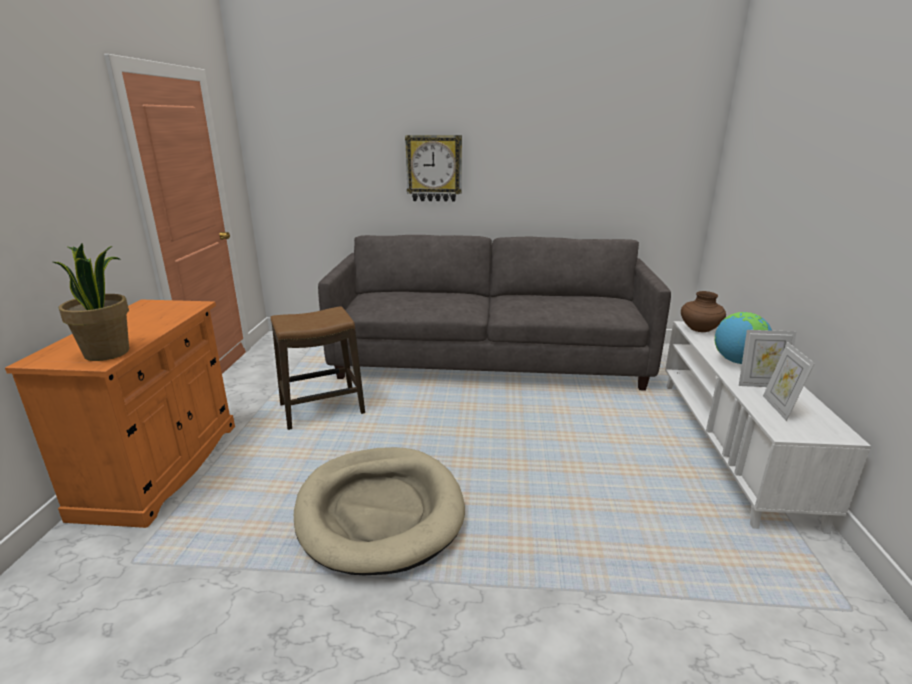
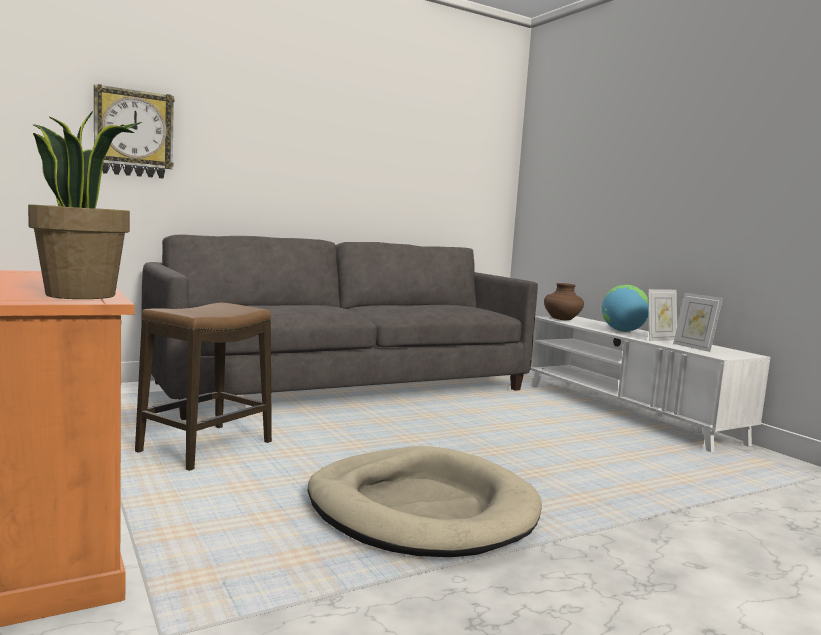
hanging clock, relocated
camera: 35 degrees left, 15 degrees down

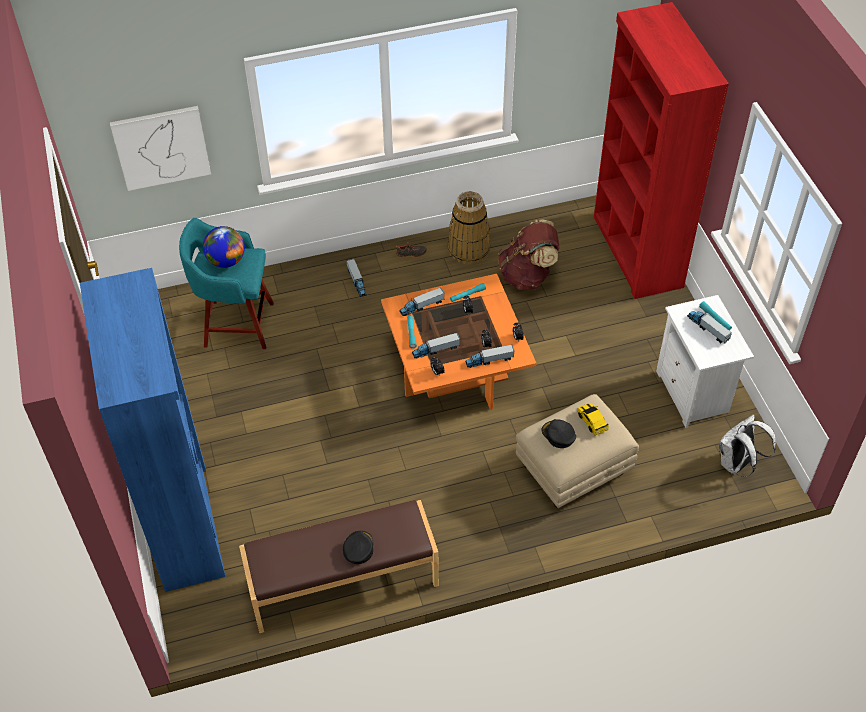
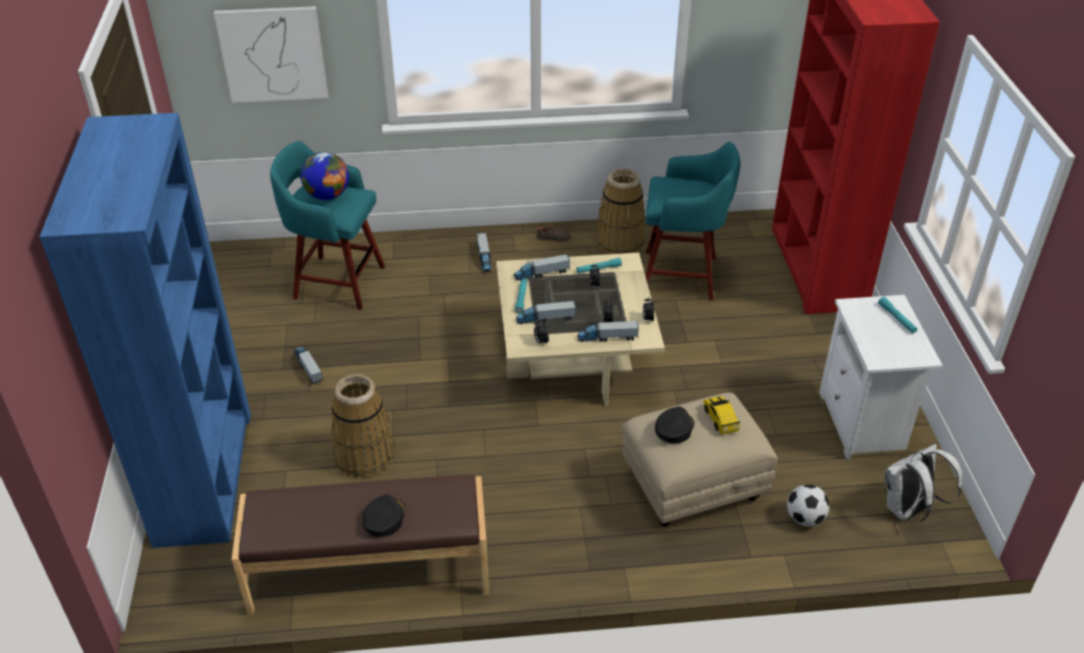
brown-coloured knapsack -> turquoise sitting stool (no. 2 from left)
orange low table -> beige low table
model truck (no. 5 from left in the first image) -> model truck (no. 1 from left), relocated
black-coloured cap (no. 2 from left), 60 degrees clockwise
none -> storage basket (no. 1 from left)
none -> ball for football
camera: 10 degrees right, 10 degrees down

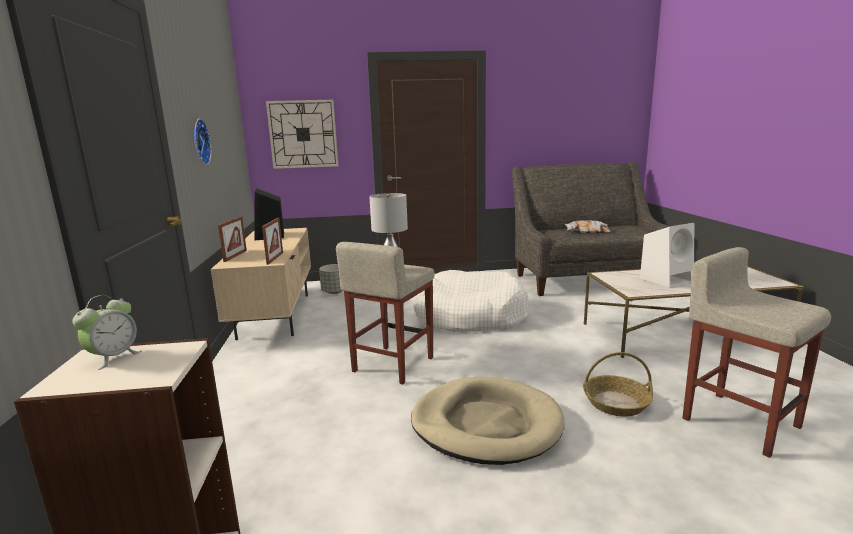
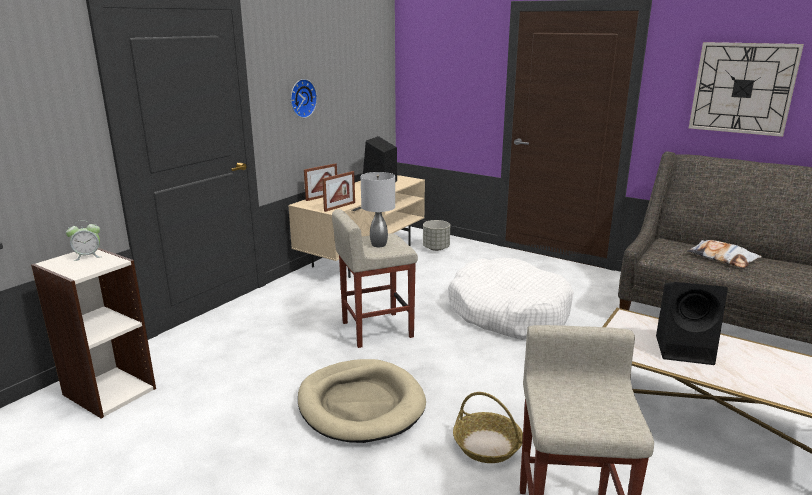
hanging clock (no. 2 from left), relocated
white-coloured audio speaker -> black-coloured audio speaker (no. 2 from left)
camera: 40 degrees right, 5 degrees up

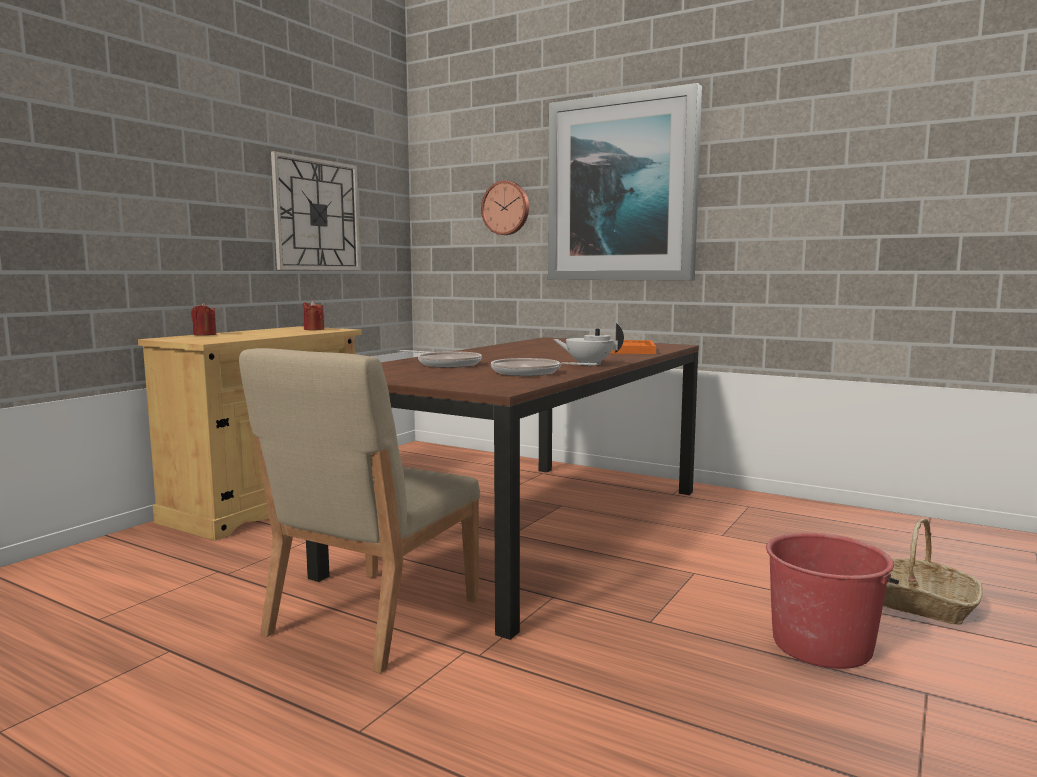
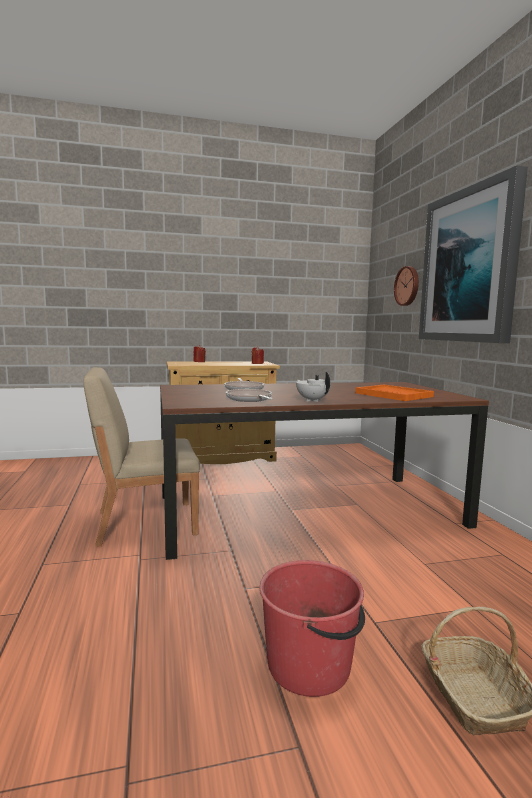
hanging clock (no. 1 from left) -> none
camera: 45 degrees right, 0 degrees up

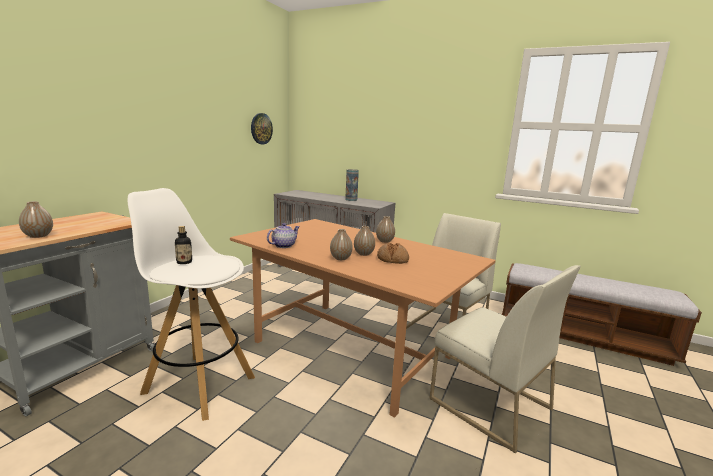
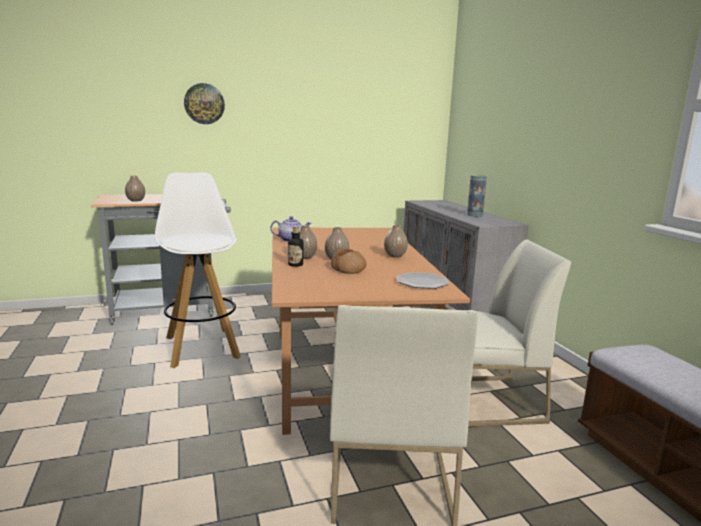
hanging clock, relocated
drink bottle, relocated
none -> plate
camera: 45 degrees right, 0 degrees up

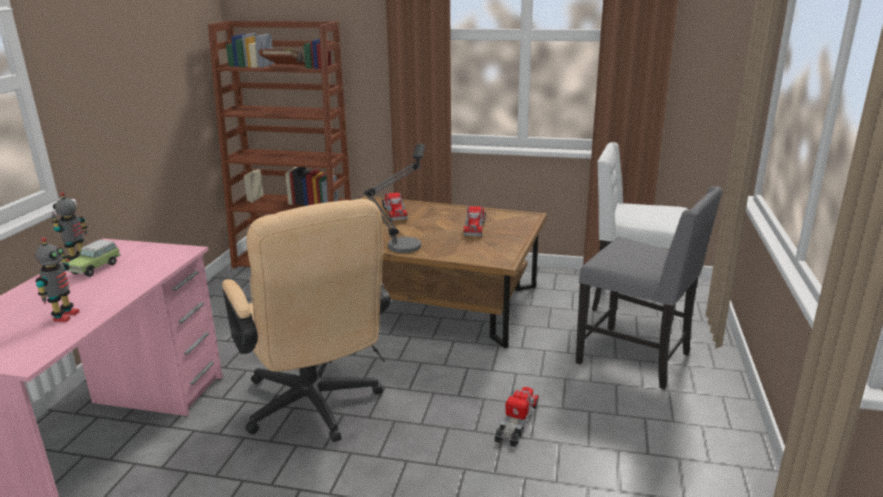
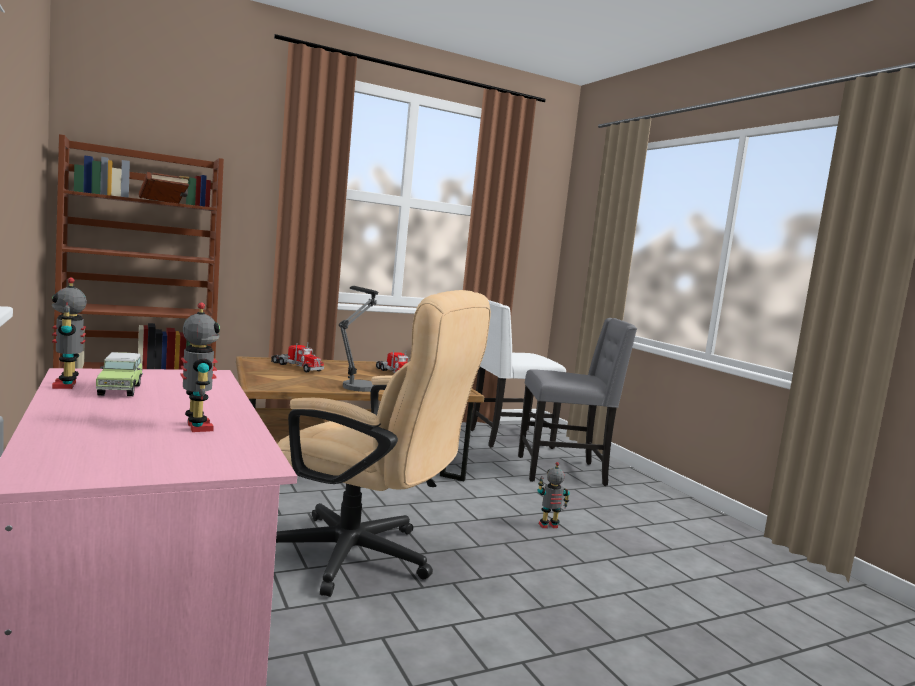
model truck (no. 3 from left) -> toy robot (no. 3 from left)
camera: 40 degrees left, 15 degrees down

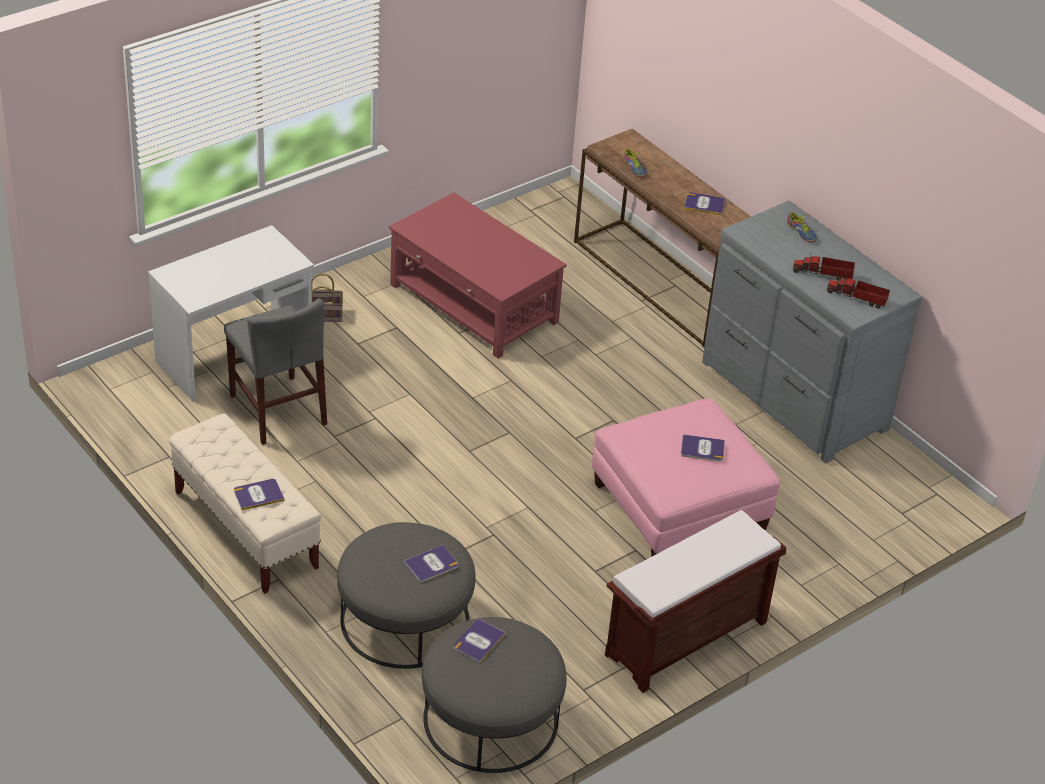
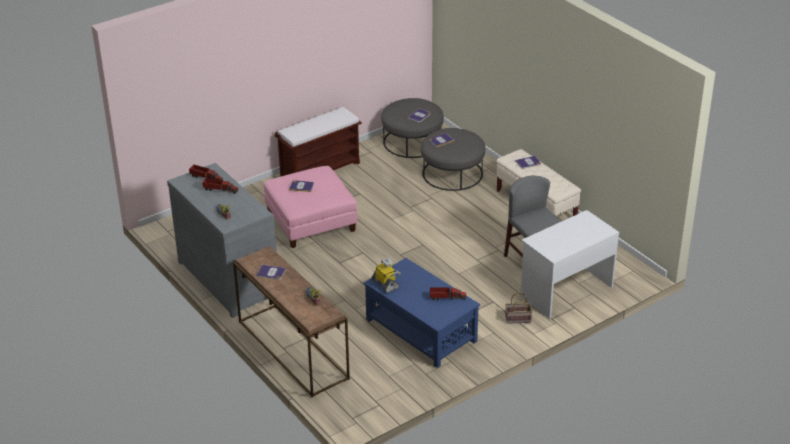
reddish low table -> blue low table
none -> toy robot
none -> model truck (no. 3 from left)
camera: 175 degrees left, 5 degrees down

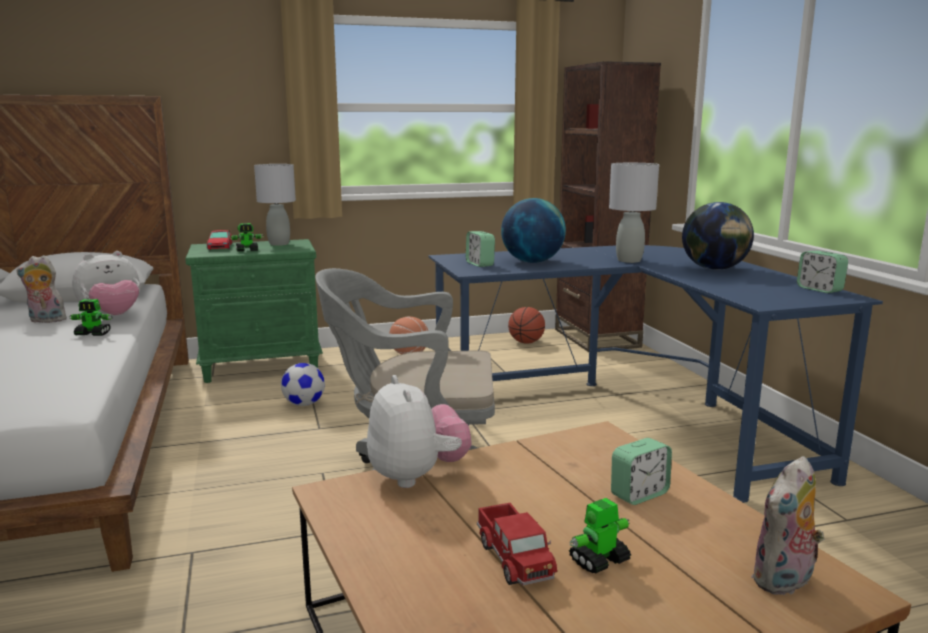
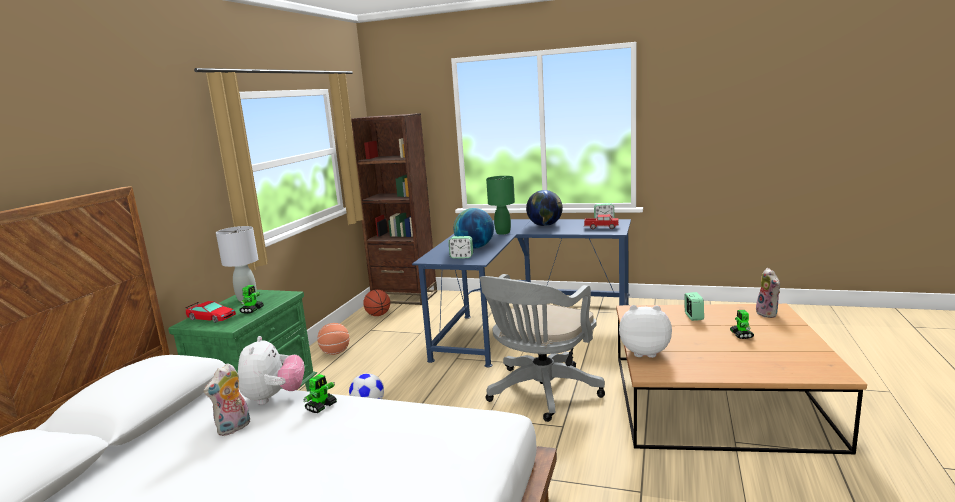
greyish table lamp (no. 2 from left) -> greenish table lamp
model truck, relocated
camera: 55 degrees left, 0 degrees up

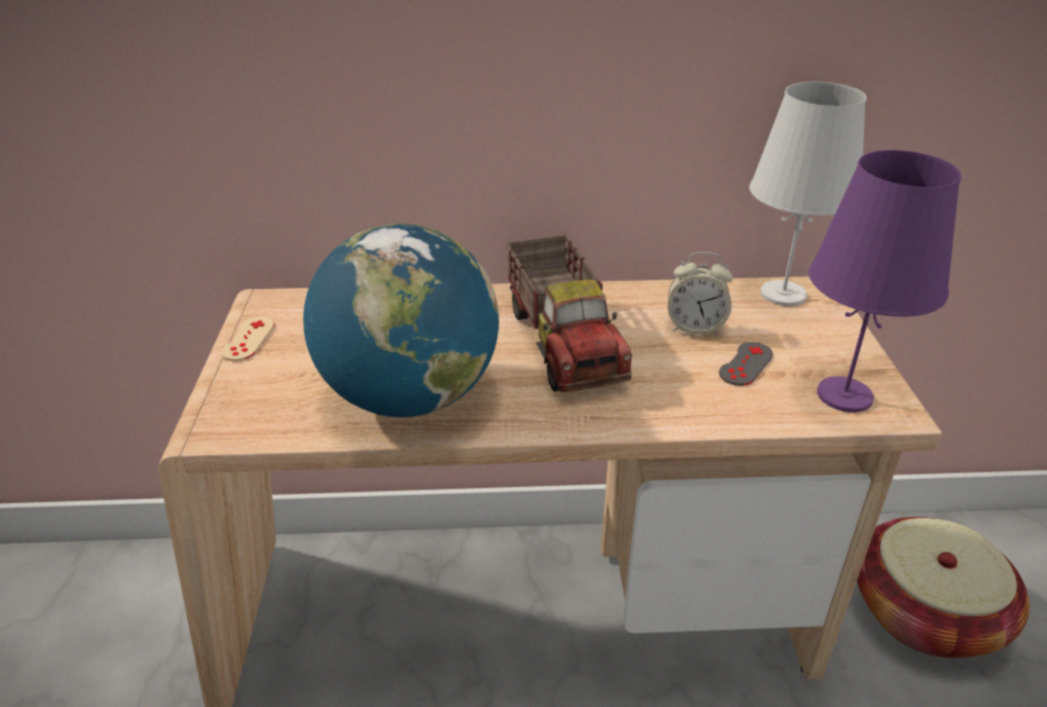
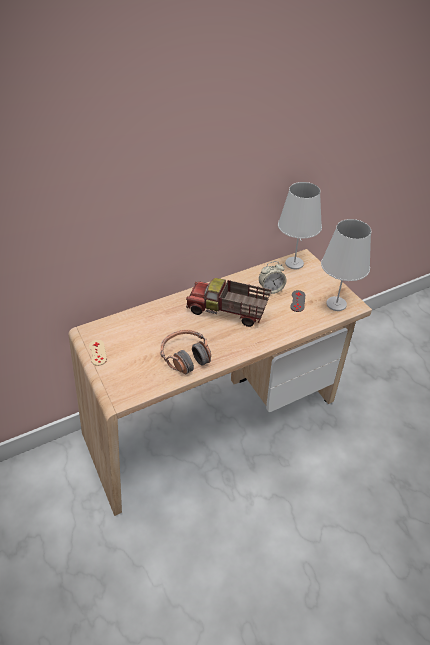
purplish table lamp -> white-coloured table lamp (no. 2 from left)
globe -> pair of headphones
model truck, 150 degrees clockwise
storage basket -> none
camera: 25 degrees left, 10 degrees up

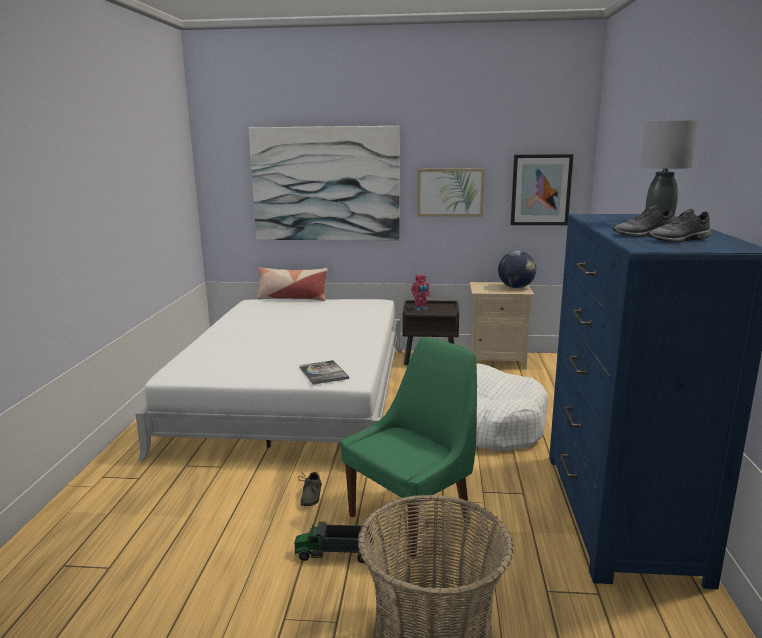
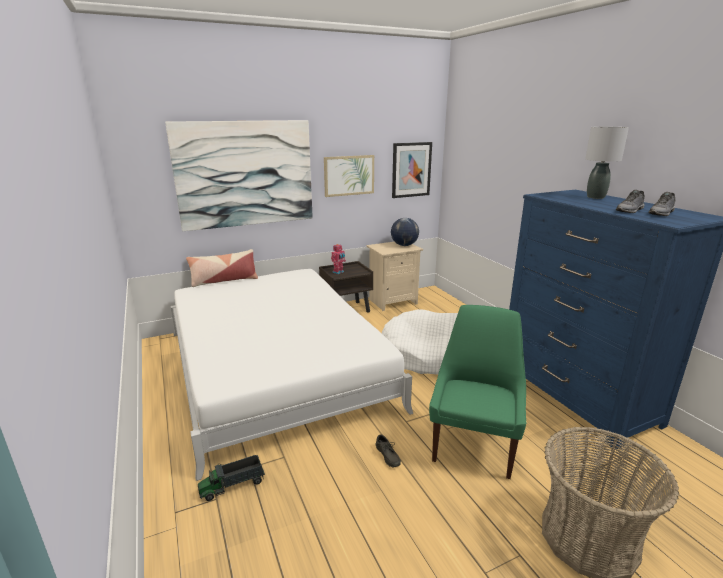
book -> none
model truck, relocated
camera: 30 degrees left, 5 degrees up

